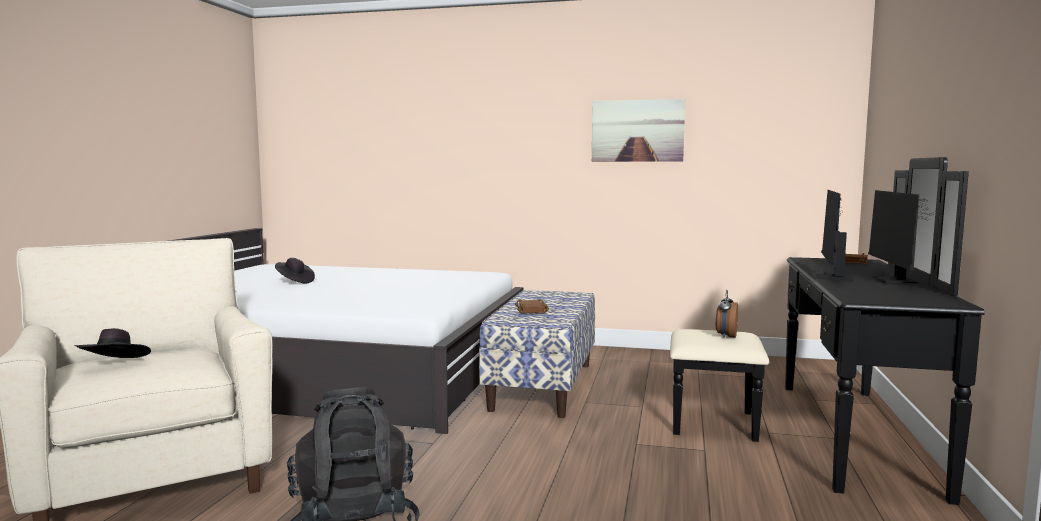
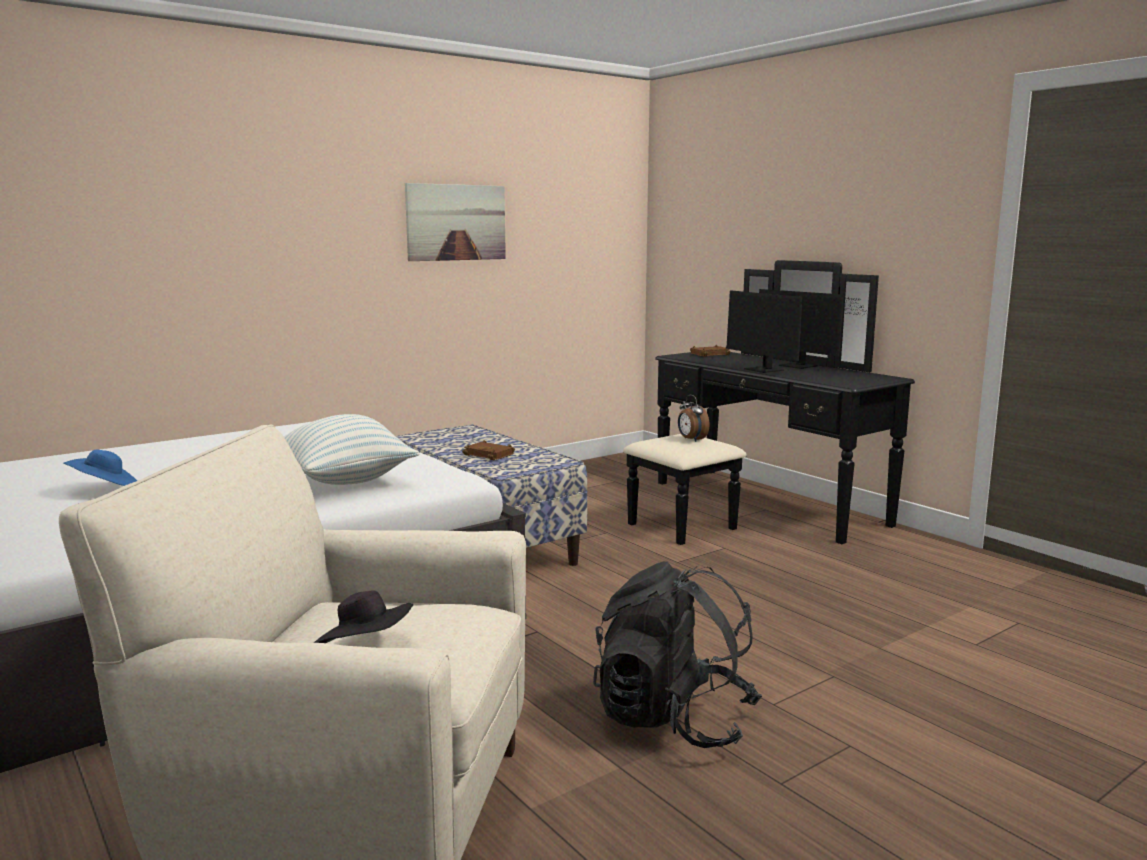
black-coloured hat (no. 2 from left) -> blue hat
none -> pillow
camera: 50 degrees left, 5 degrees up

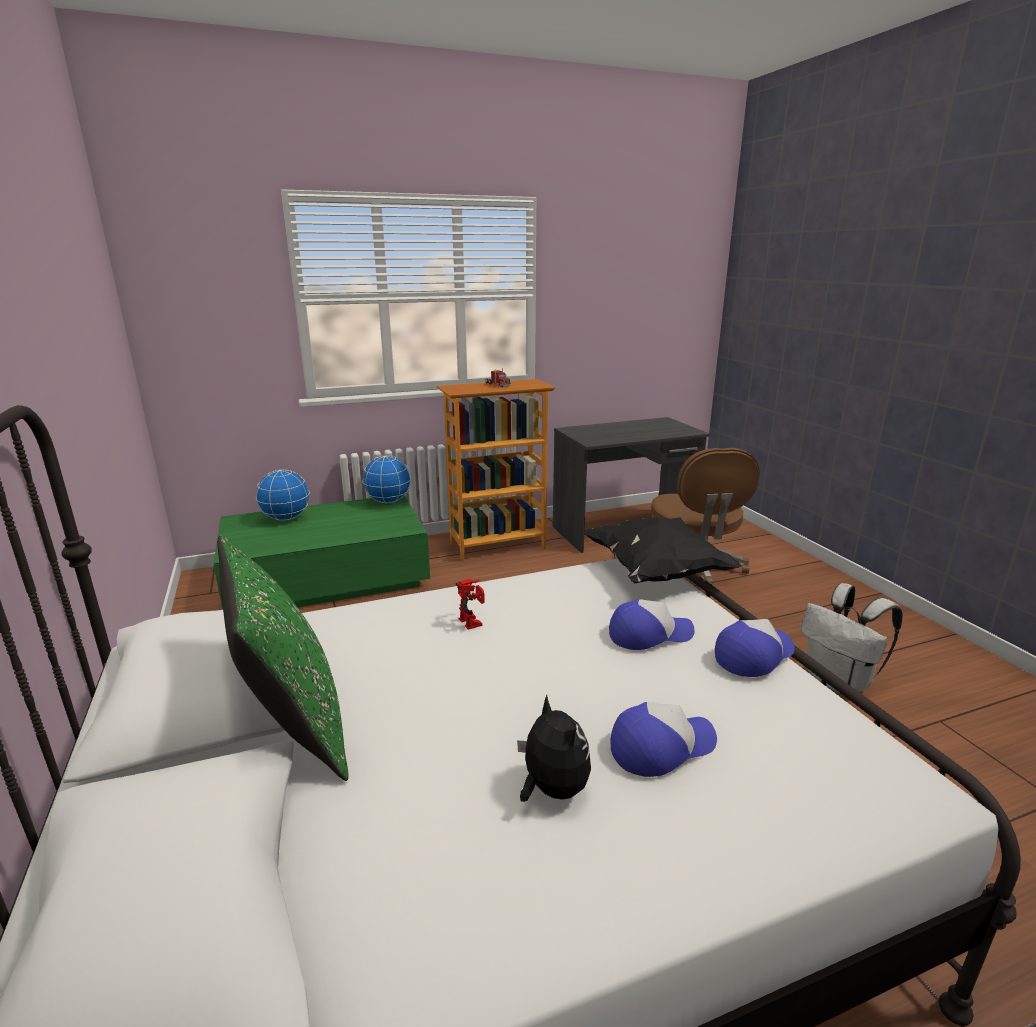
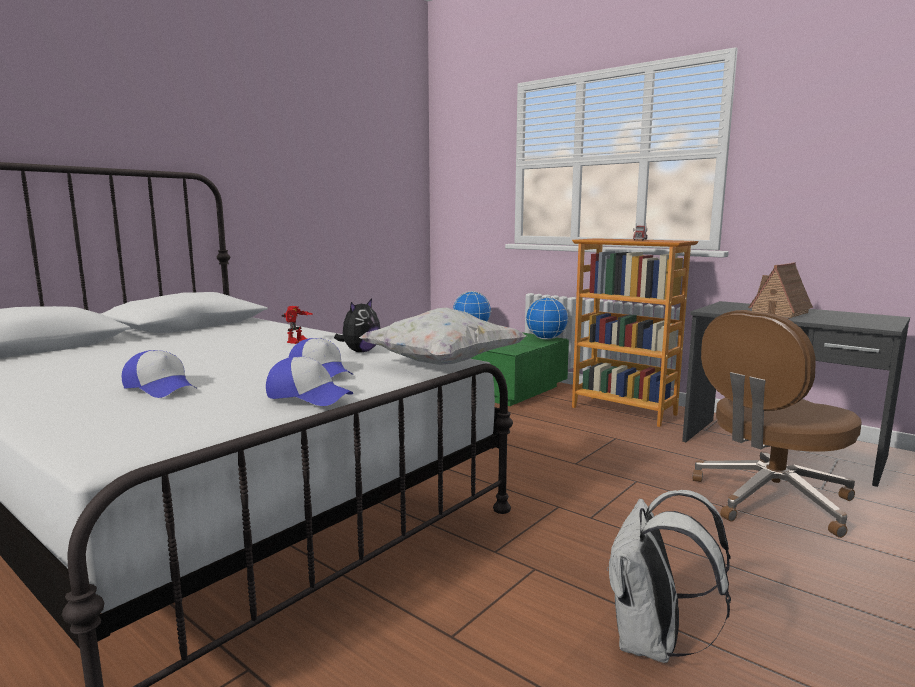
black-coloured pillow -> white-coloured pillow
greenish pillow -> none
cuddly toy, relocated
none -> toy house
camera: 60 degrees right, 10 degrees down

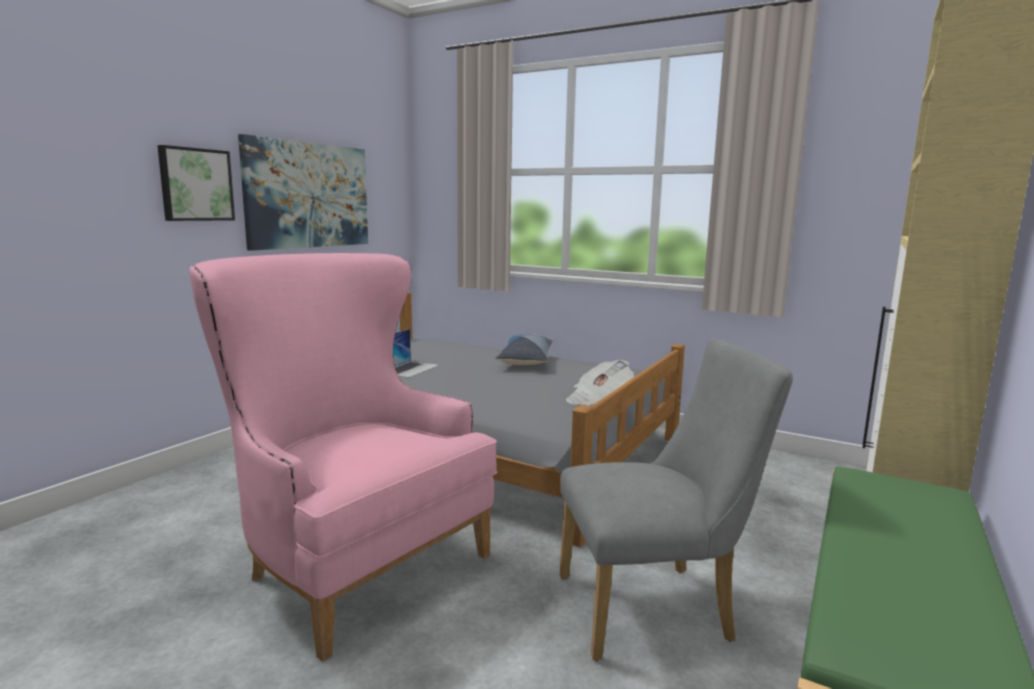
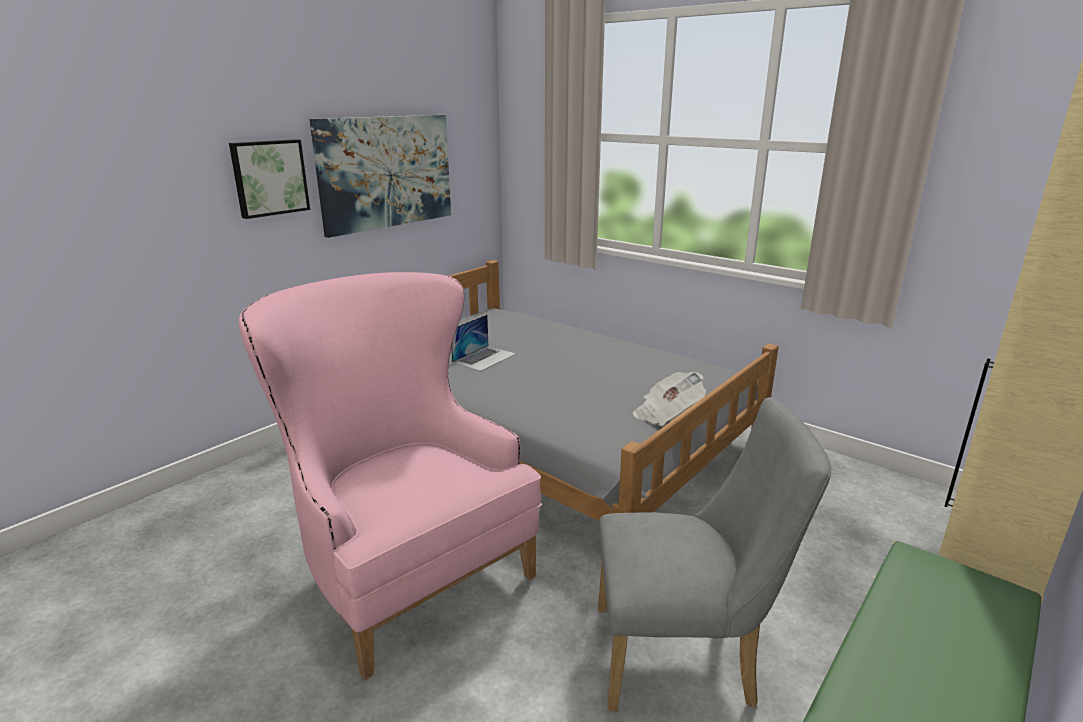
pillow -> none
camera: 10 degrees right, 10 degrees up

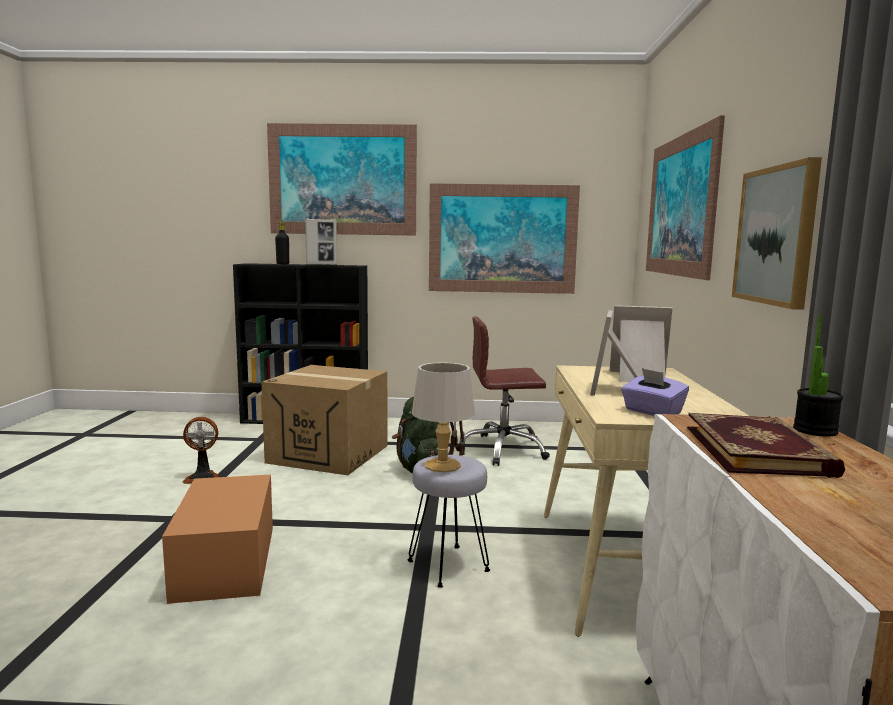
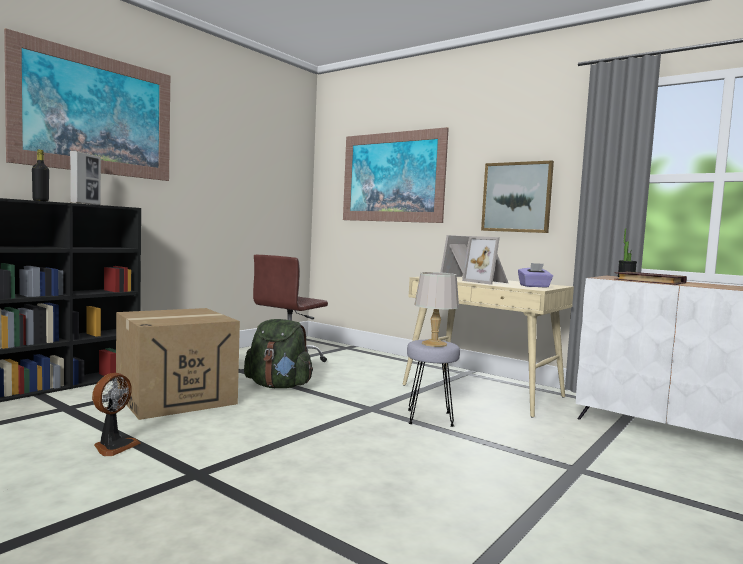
picture (no. 2 from left) -> none
carton (no. 1 from left) -> none
camera: 55 degrees left, 5 degrees down

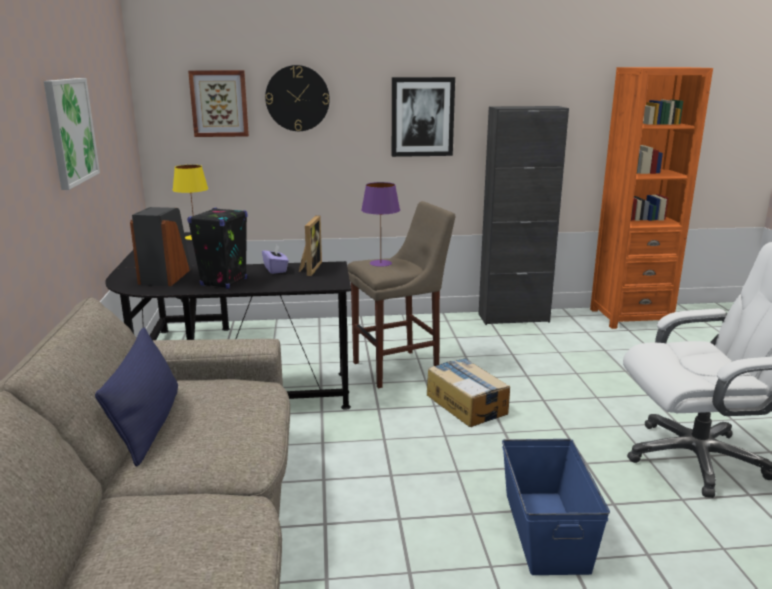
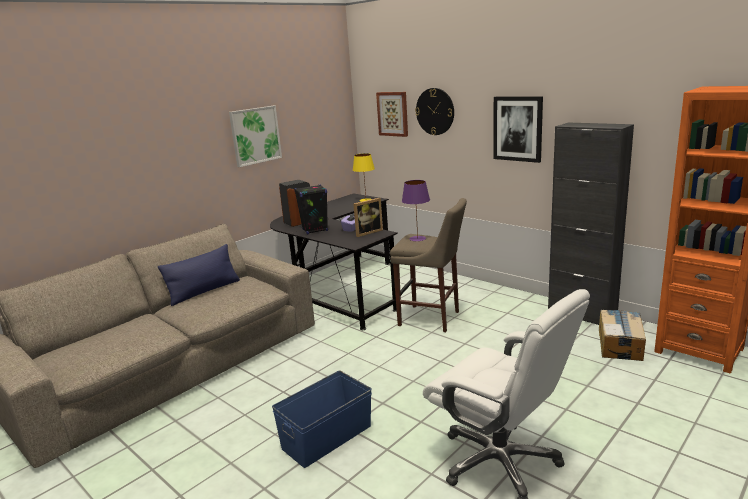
carton, relocated
camera: 50 degrees right, 0 degrees up

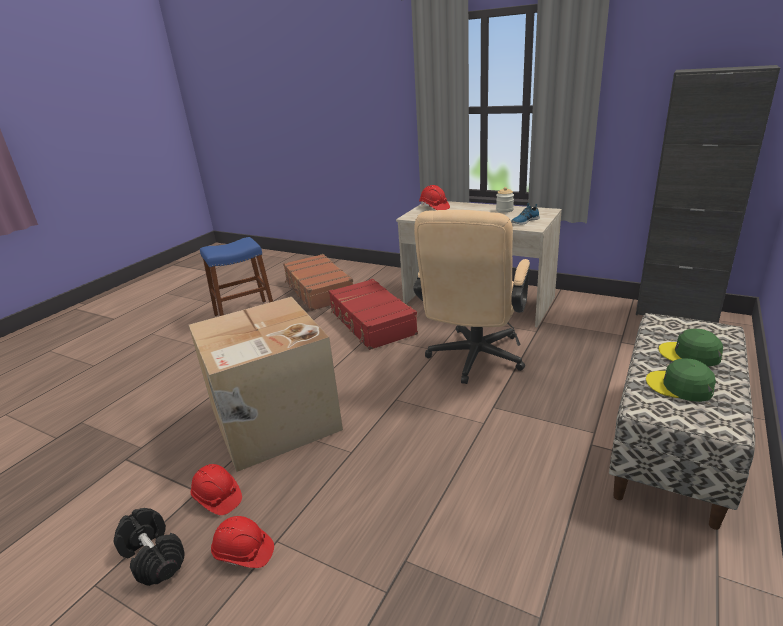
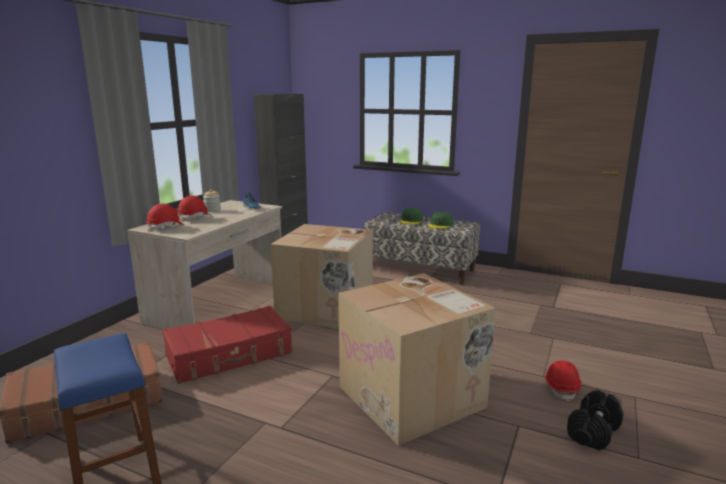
beige desk chair -> carton (no. 1 from left)
reddish safety helmet (no. 1 from left in the first image) -> reddish safety helmet (no. 2 from left), relocated
camera: 95 degrees left, 10 degrees down

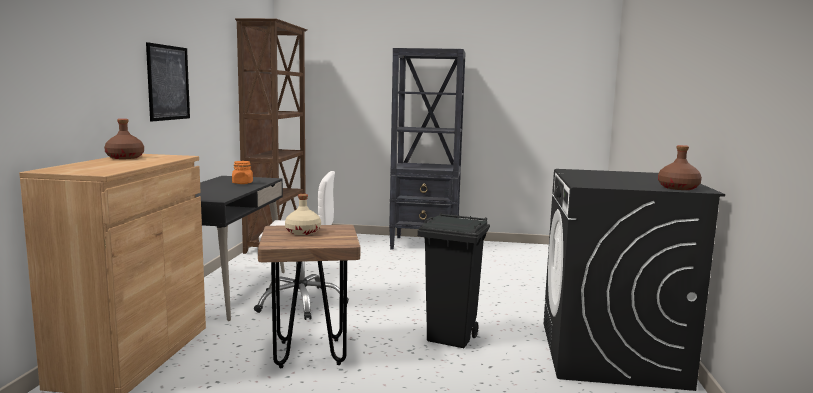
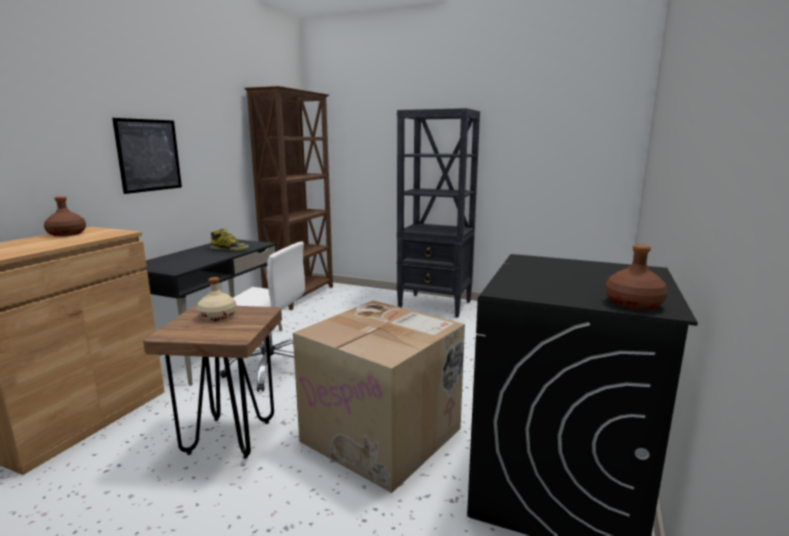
orange preserve jar -> high-top boot
black-coloured trash can -> carton
camera: 15 degrees right, 5 degrees up

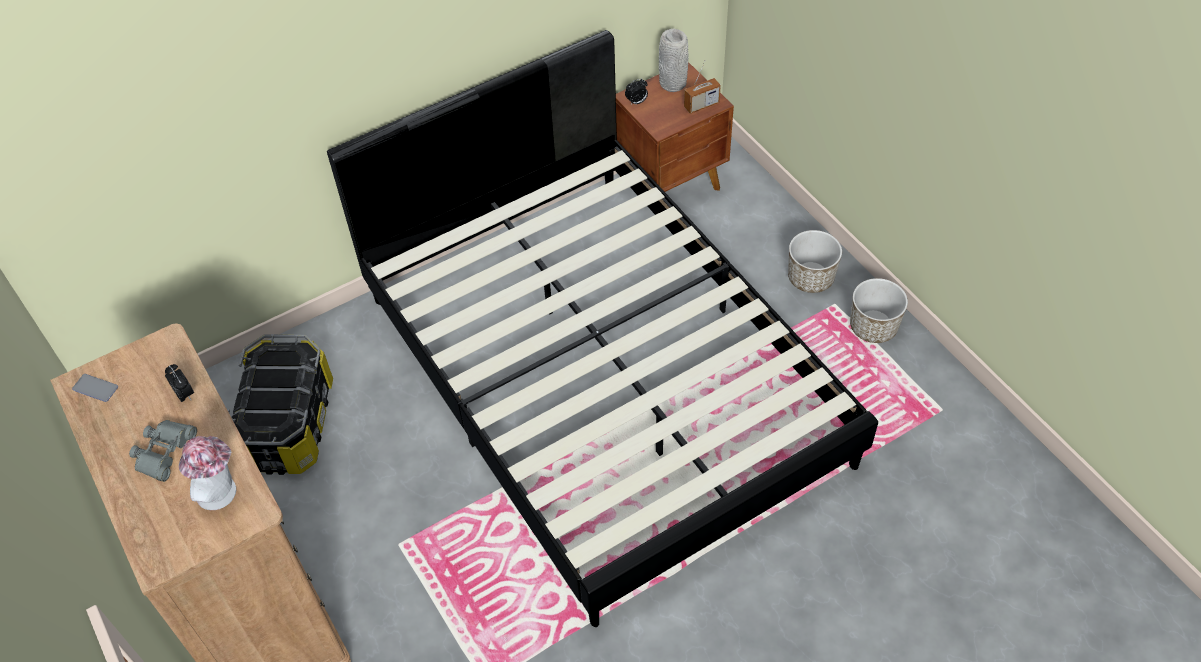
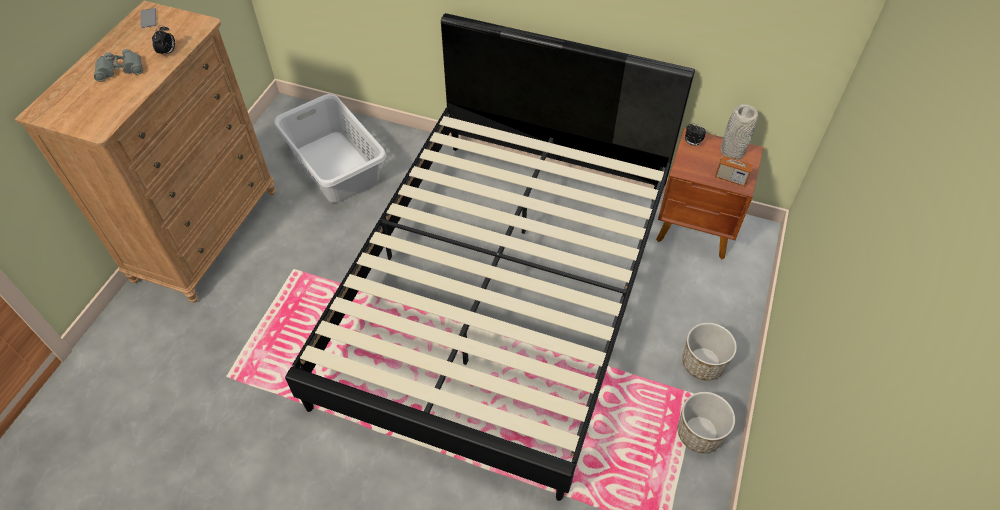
storage bin -> greyish washing basket
hat -> none
camera: 50 degrees right, 0 degrees up

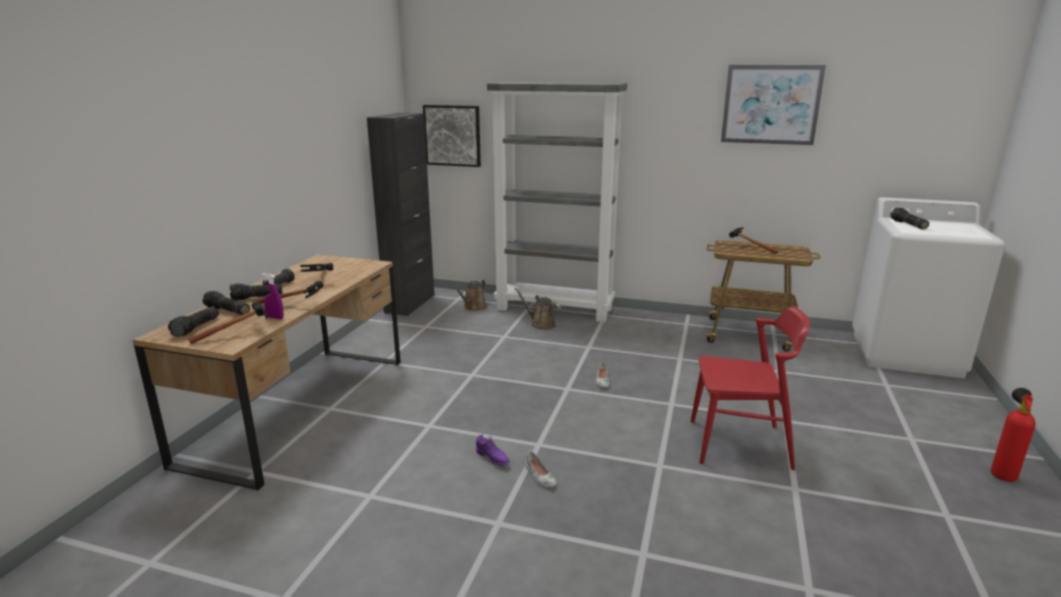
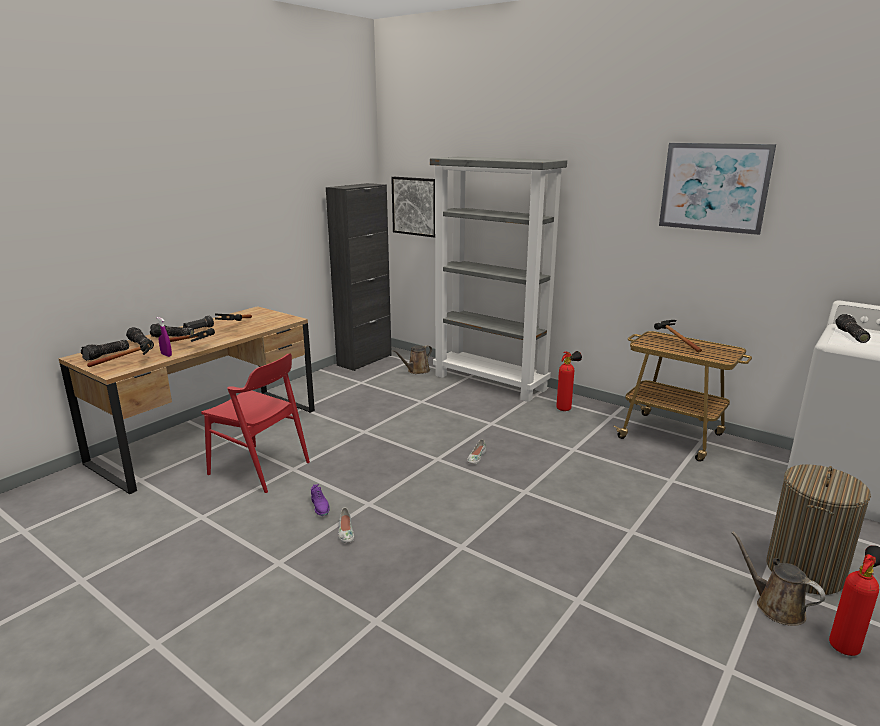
brown-coloured sprinkling can (no. 2 from left), relocated
reddish plain chair, relocated
none -> fire-fighting cylinder (no. 1 from left)
none -> washing basket
camera: 20 degrees right, 0 degrees up

